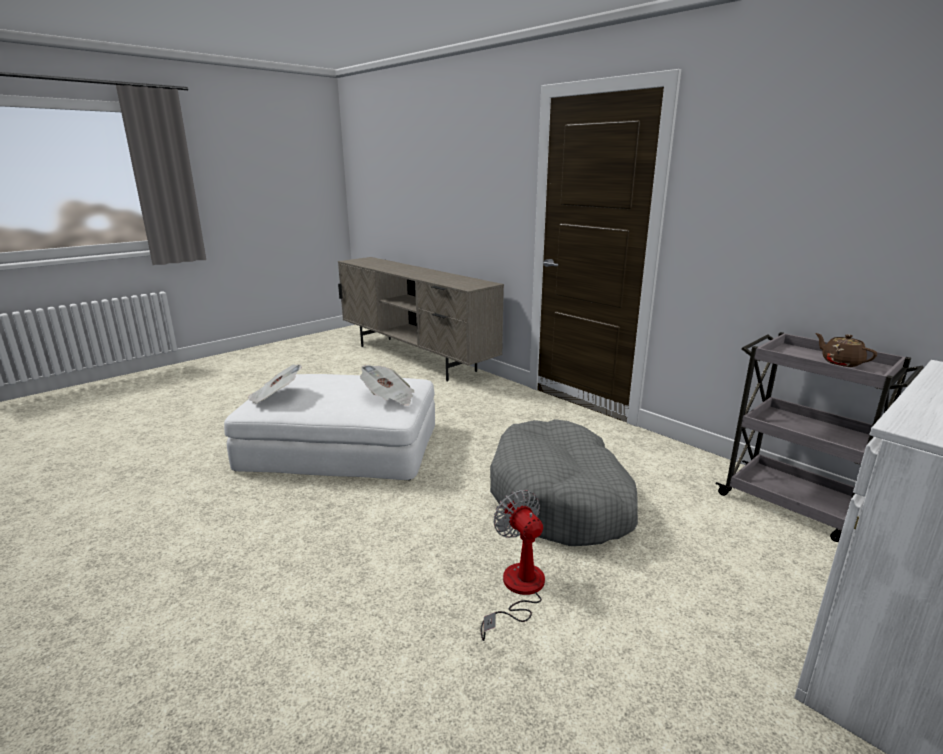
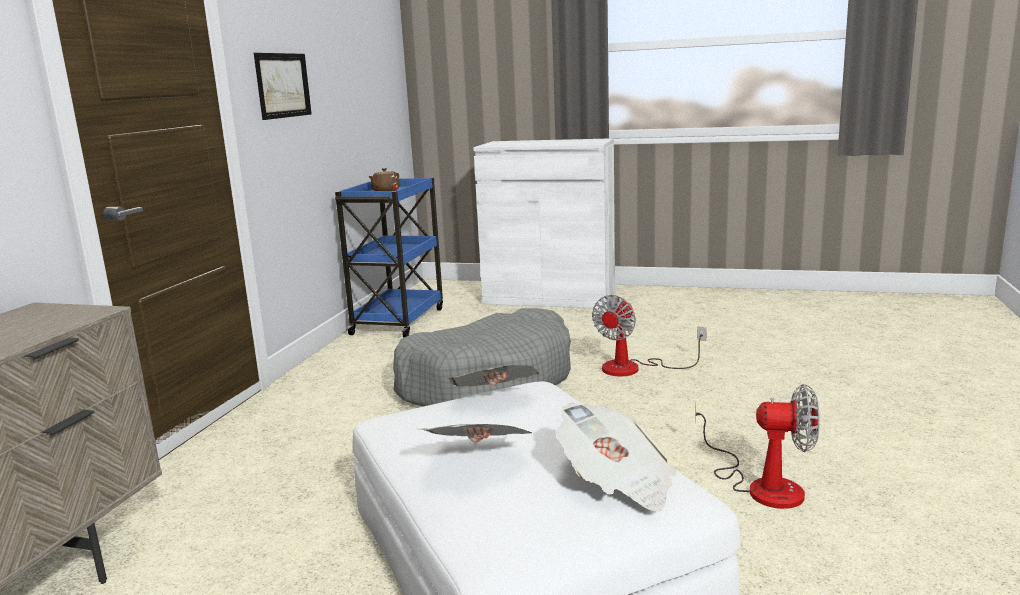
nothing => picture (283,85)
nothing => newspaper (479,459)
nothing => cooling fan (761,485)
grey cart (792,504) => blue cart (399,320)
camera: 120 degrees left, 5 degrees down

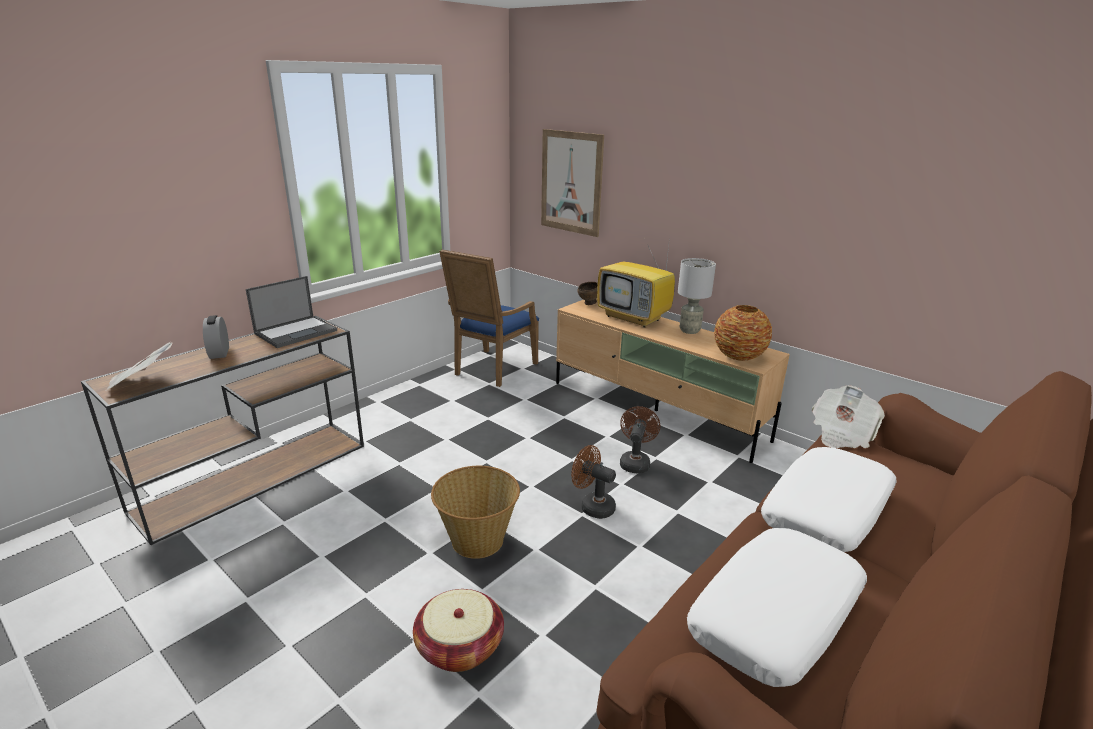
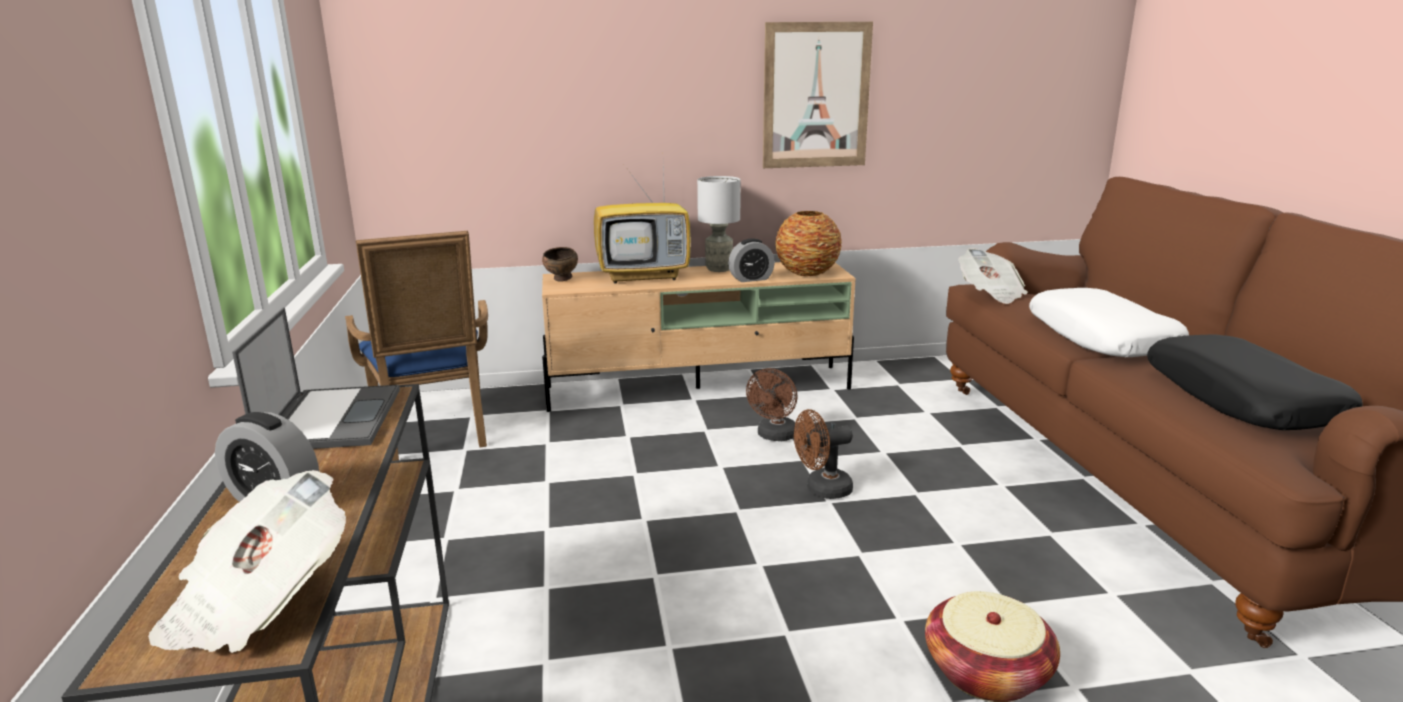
basket (477,539) => nothing
nothing => alarm clock (751,279)
picture (571,182) => picture (816,96), moved
whitish throw pillow (776,616) => black-coloured throw pillow (1242,399)
brownish cooling fan (635,462) => brownish cooling fan (775,436), 120 degrees counterclockwise
camera: 50 degrees left, 5 degrees down

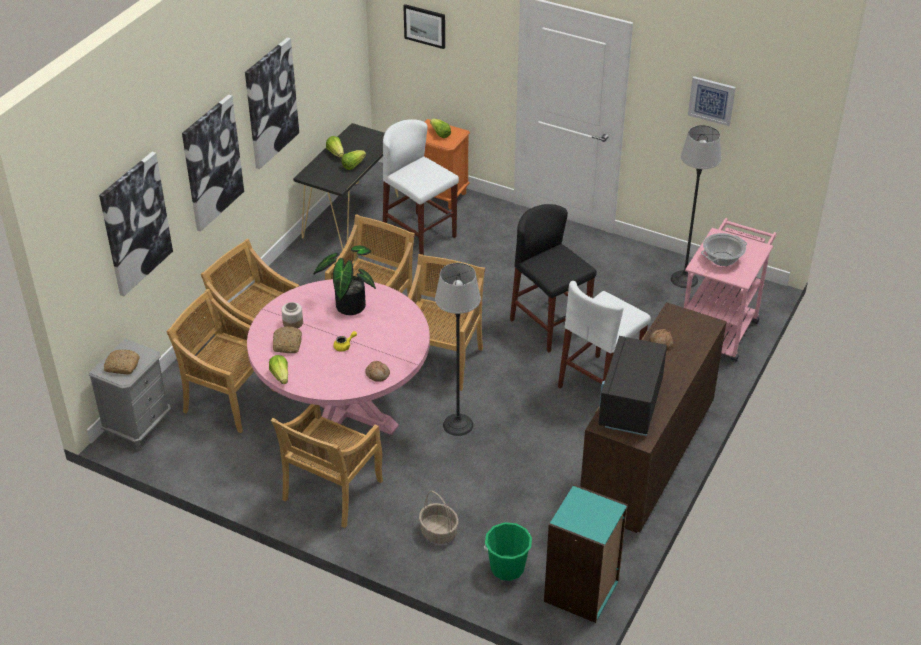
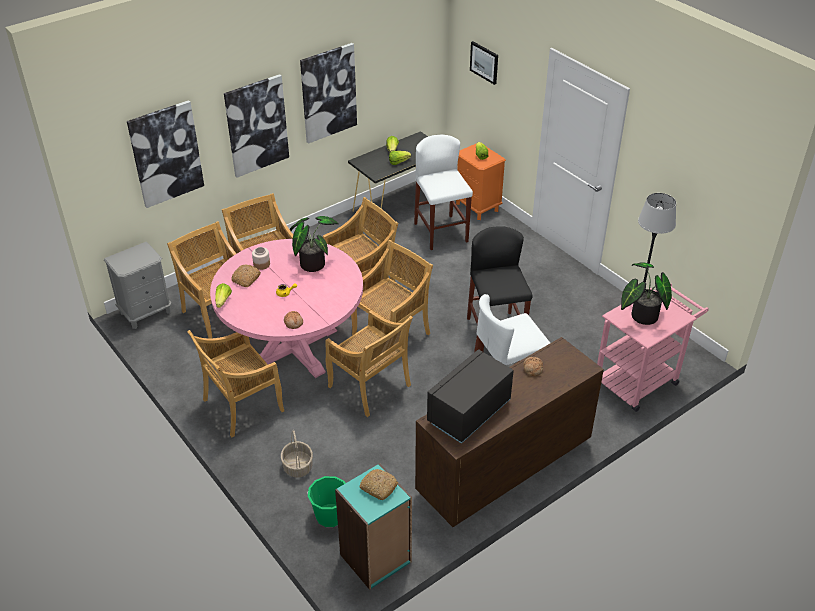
picture (711,100) => nothing
bread (122,366) => bread (378,487), moved
standard lamp (458,425) => beige-coloured chair (370,387)
saucepot (722,259) => potted plant (641,316)
camera: 25 degrees right, 0 degrees up

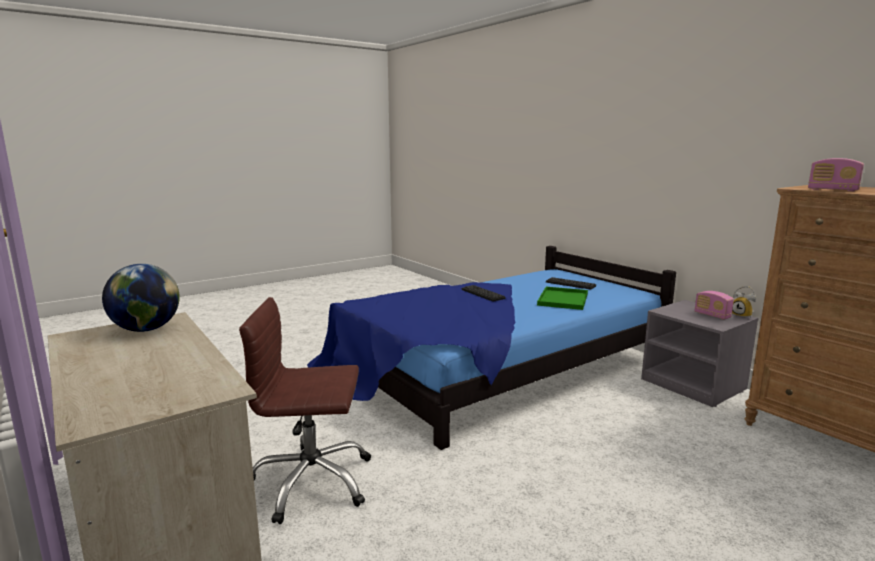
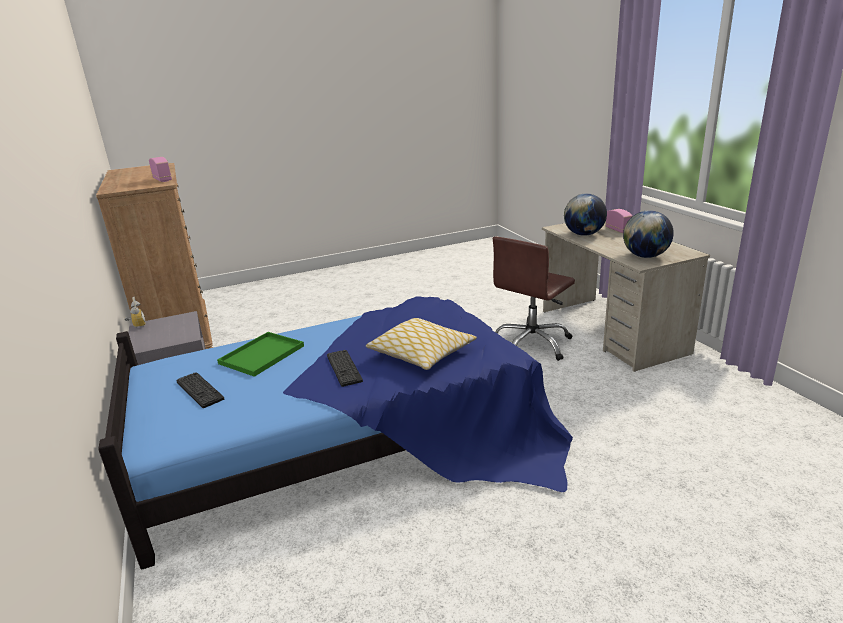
nothing => throw pillow (422,353)
nothing => desk globe (584,234)
radio receiver (712,315) => radio receiver (618,230), moved
brownish desk chair (311,482) => brownish desk chair (532,344), 120 degrees clockwise
camera: 165 degrees left, 10 degrees up

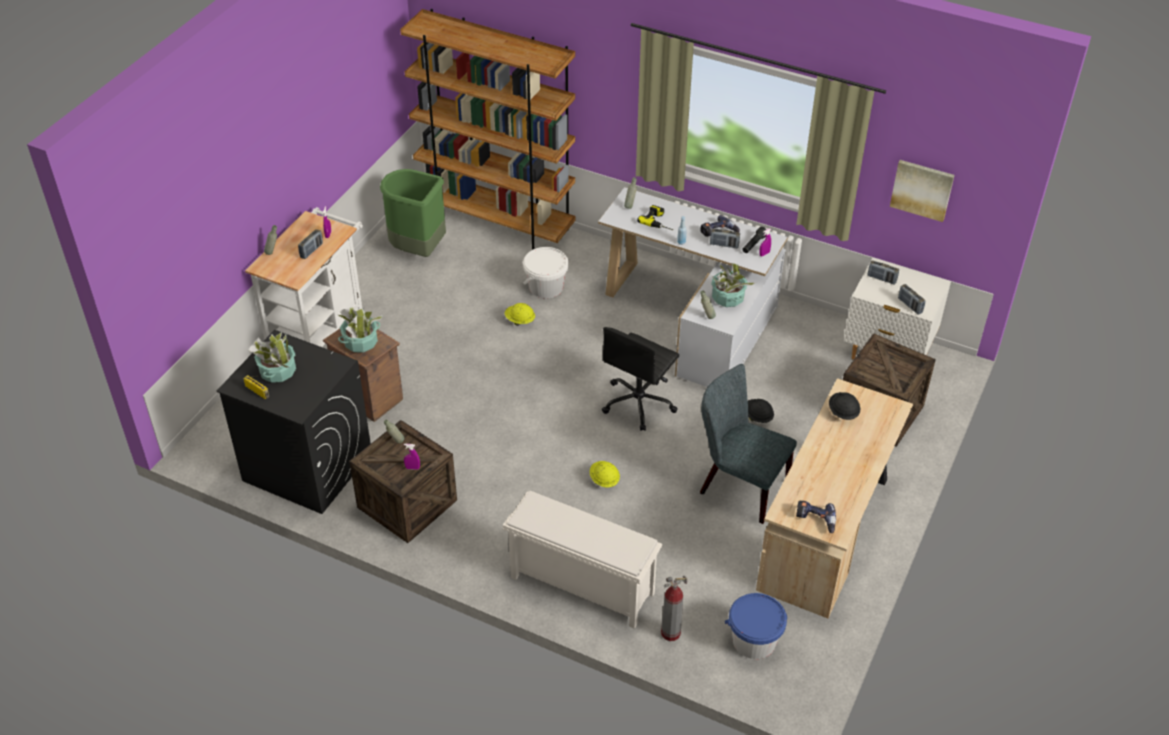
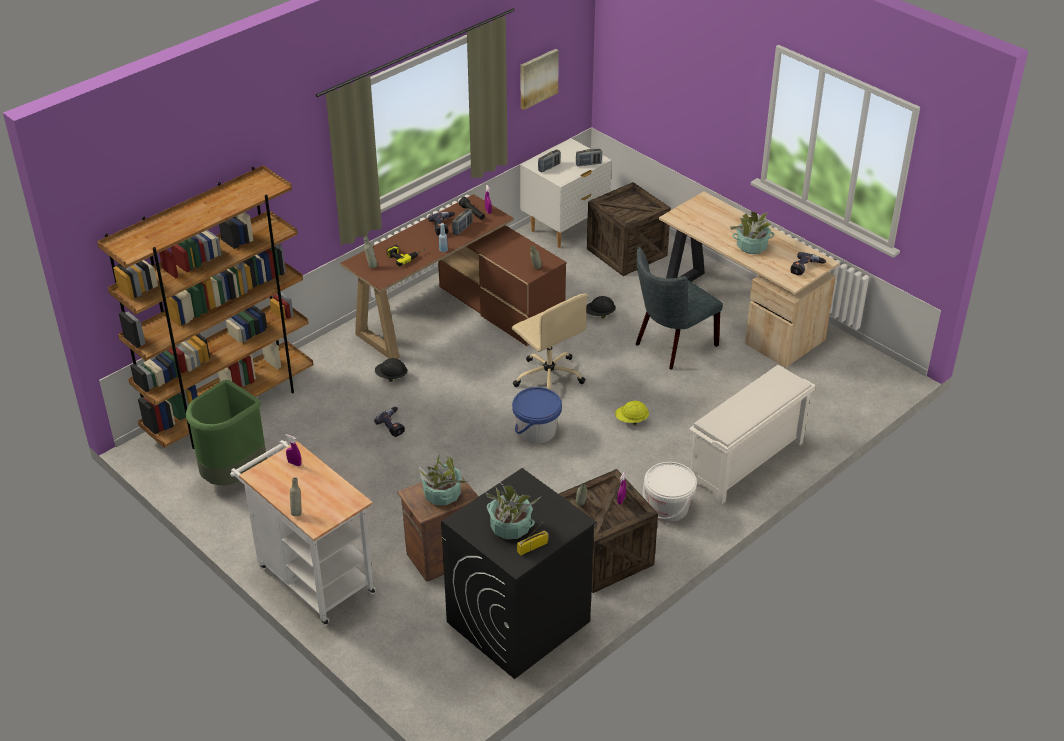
radio receiver (311,250) => nothing
fire extinguisher (670,633) => nothing
whitish bucket (546,287) => whitish bucket (668,508), moved
potted plant (727,298) => potted plant (752,246), moved
blue bucket (754,641) => blue bucket (536,431), moved
black-coloured safety helmet (843,412) => black-coloured safety helmet (391,377), moved
yellowish safety helmet (520,321) => power drill (394,425)
whitish desk table (695,317) => brownish desk table (458,316)
black-coloured desk chair (639,403) => beige-coloured desk chair (548,376)
camera: 70 degrees left, 5 degrees down

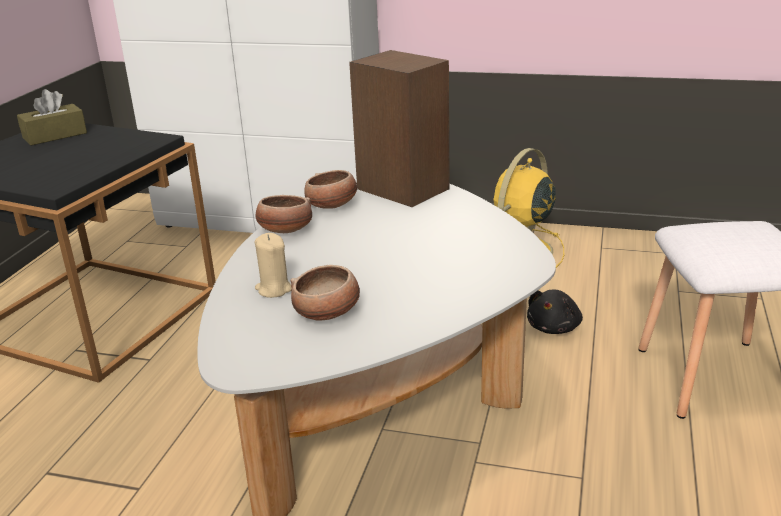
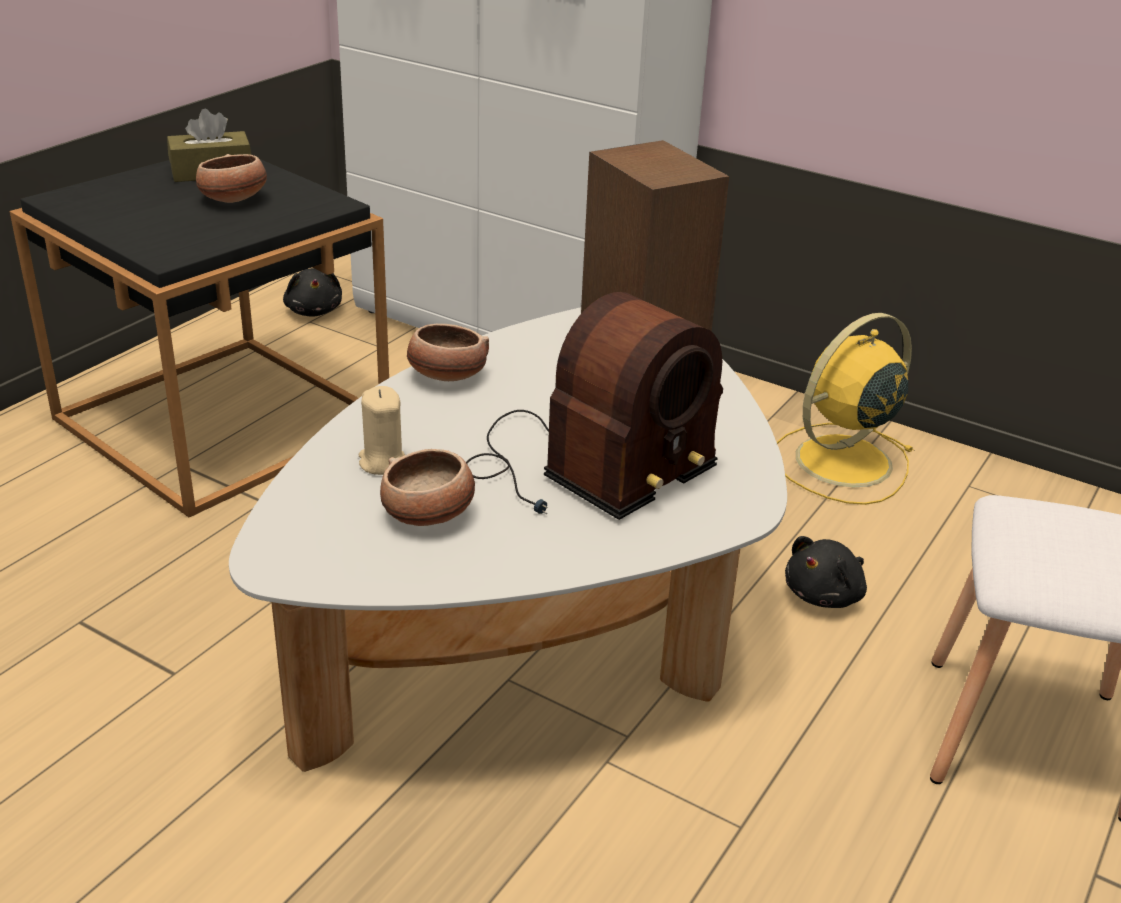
nothing => black-coloured soft toy (314,311)
nothing => radio receiver (585,468)
deep dish (332,206) => deep dish (233,200), moved
camera: 15 degrees right, 5 degrees up

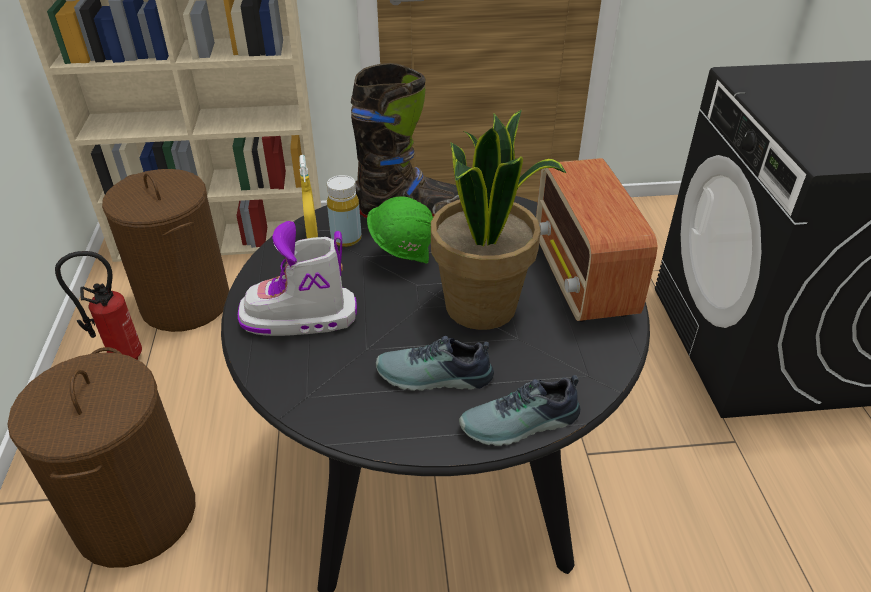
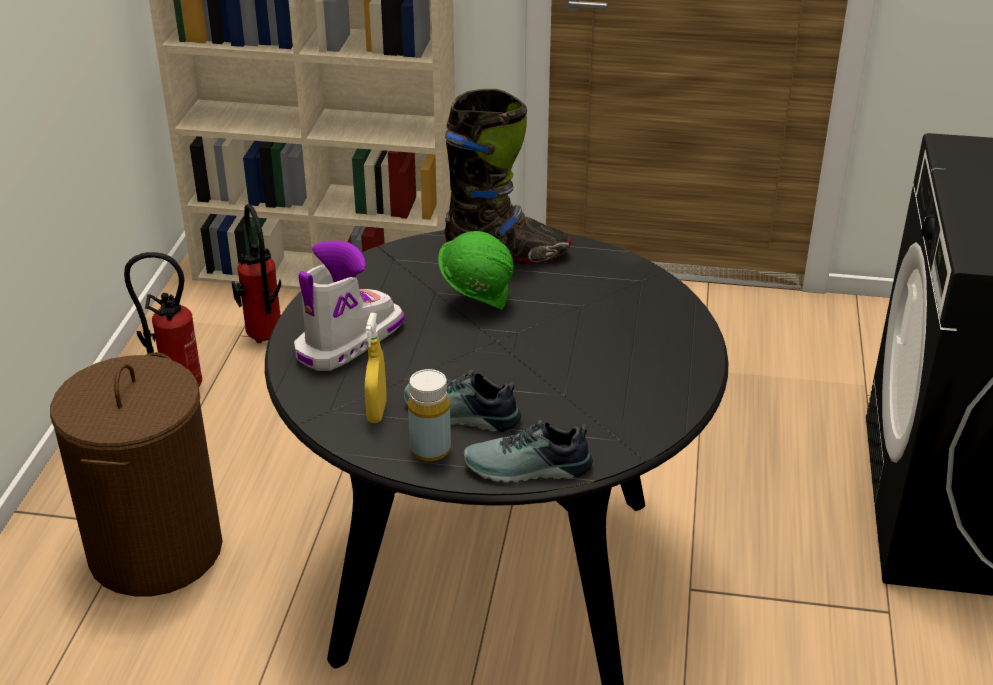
potted plant (482,307) => nothing
radio receiver (583,279) => nothing
yellowish spray bottle (312,236) => yellowish spray bottle (377,412), moved
yellowish drink bottle (346,238) => yellowish drink bottle (430,450), moved
brownish washing basket (185,302) => fire extinguisher (264,339)
high-top boot (299,318) => high-top boot (348,341), 120 degrees clockwise
camera: 15 degrees right, 5 degrees down

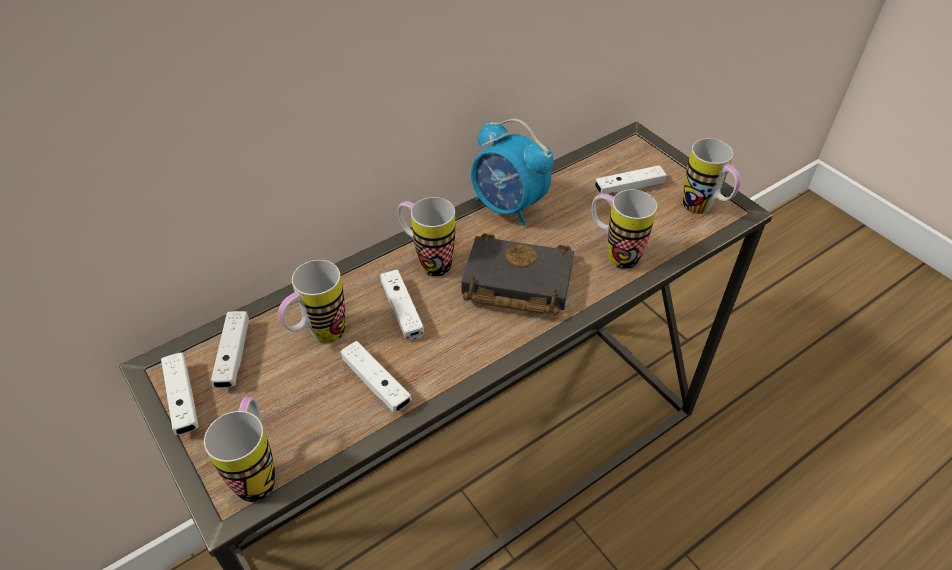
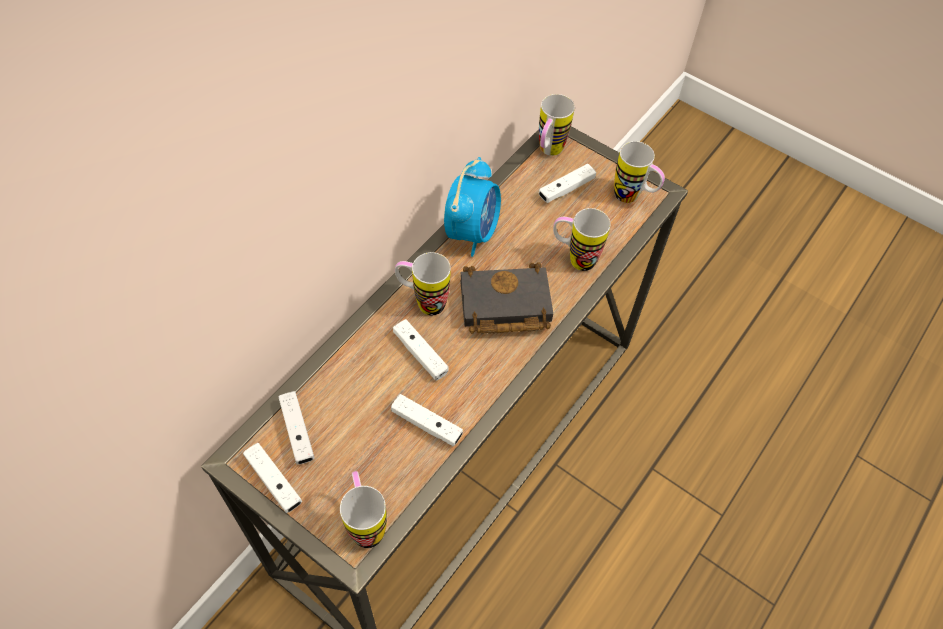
coffee mug (319,337) => coffee mug (548,152), moved
alarm clock (508,207) => alarm clock (472,232), 90 degrees counterclockwise
camera: 20 degrees left, 10 degrees up

